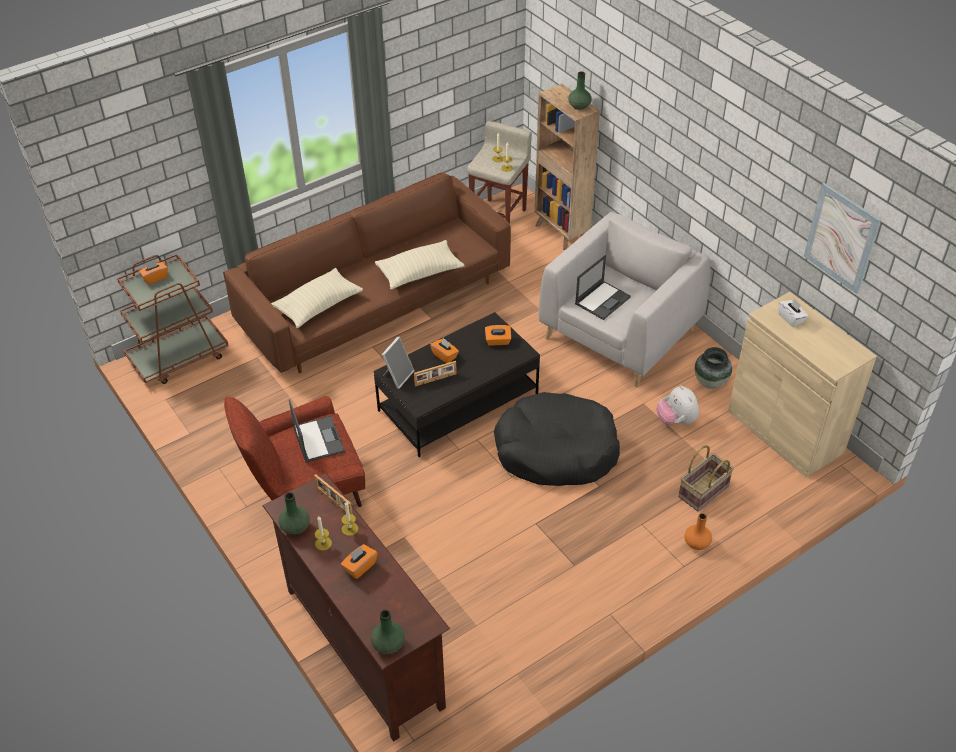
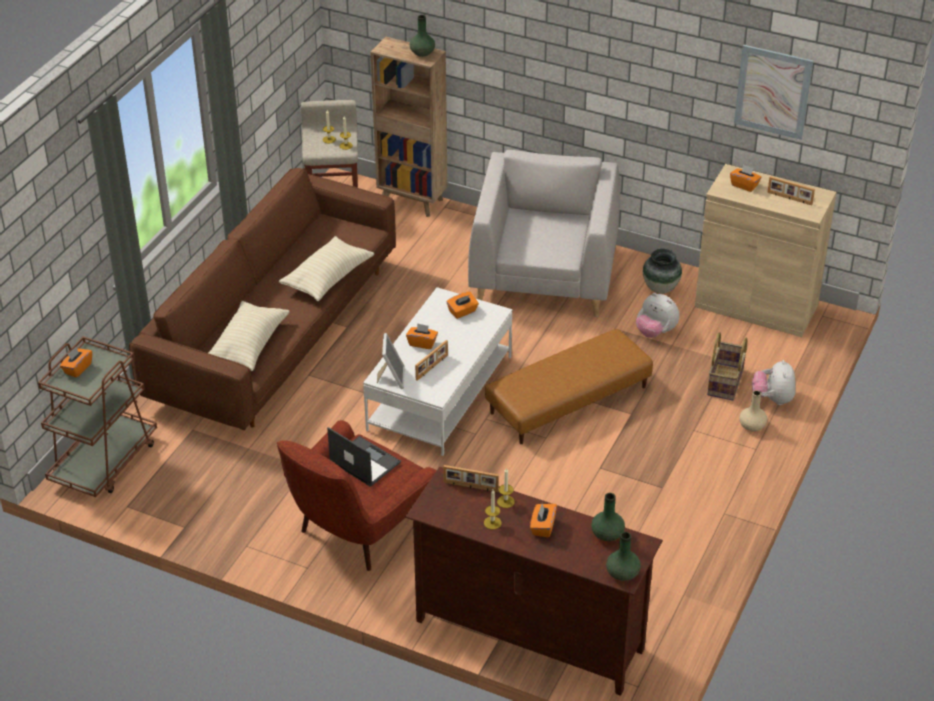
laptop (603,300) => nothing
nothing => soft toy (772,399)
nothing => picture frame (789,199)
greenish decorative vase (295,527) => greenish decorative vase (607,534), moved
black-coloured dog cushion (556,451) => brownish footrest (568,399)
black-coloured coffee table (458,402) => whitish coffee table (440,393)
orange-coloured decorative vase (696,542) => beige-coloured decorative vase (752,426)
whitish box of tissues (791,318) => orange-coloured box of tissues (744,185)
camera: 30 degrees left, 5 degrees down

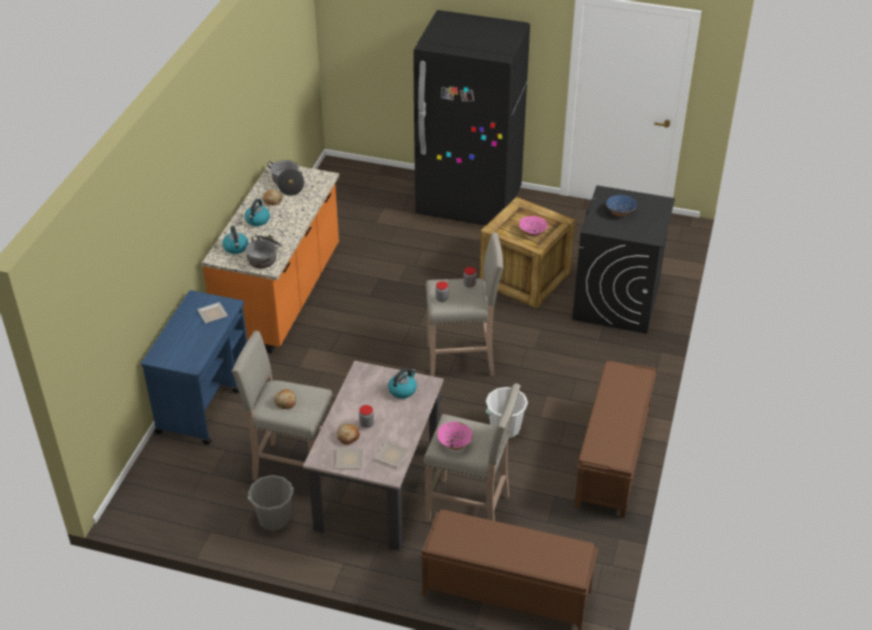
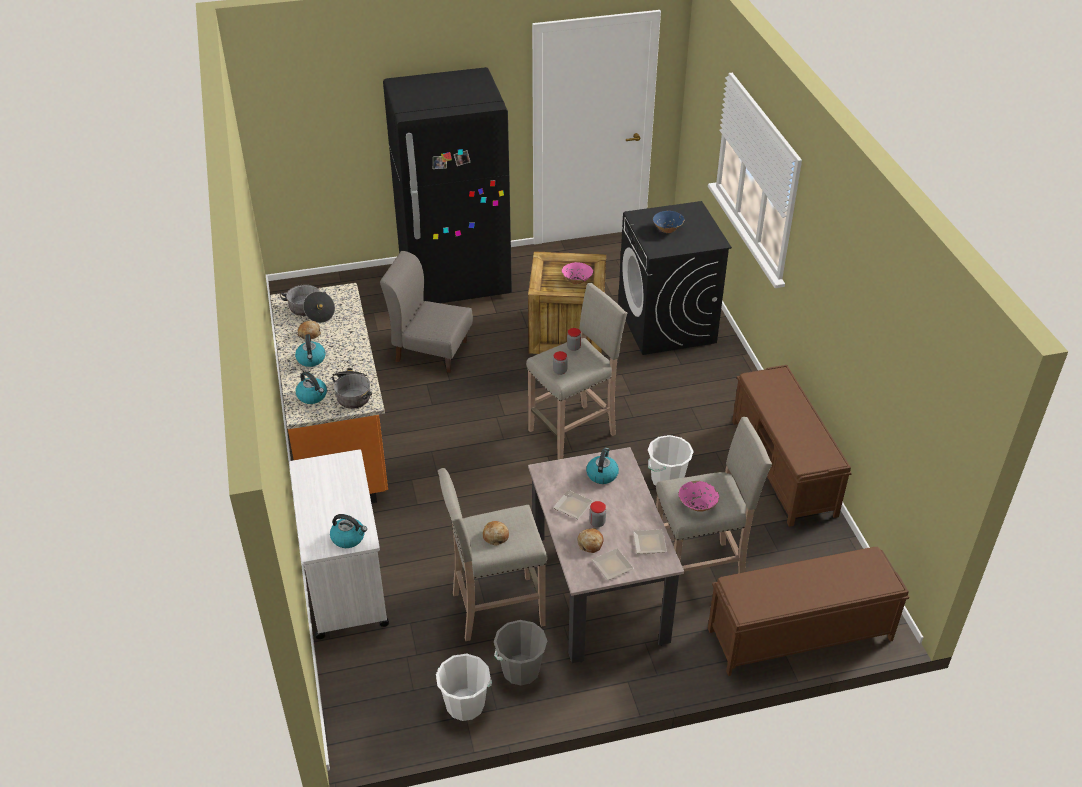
nothing => kettle (349,538)
nothing => grey chair (431,350)
nothing => whitish bucket (465,704)
flat dish (213,313) => flat dish (572,505), moved
blue cart (205,400) => whitish cart (345,580)
camera: 30 degrees left, 0 degrees up

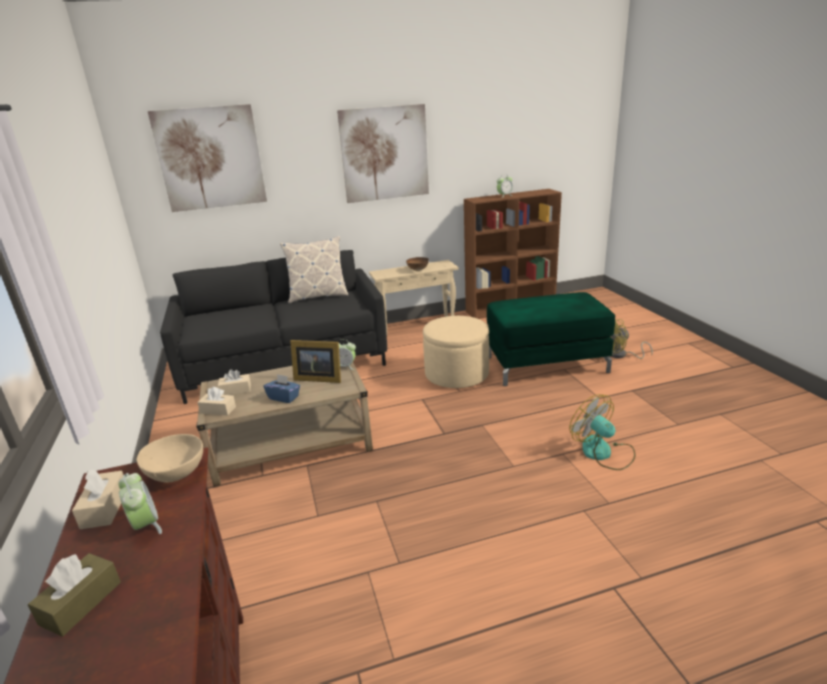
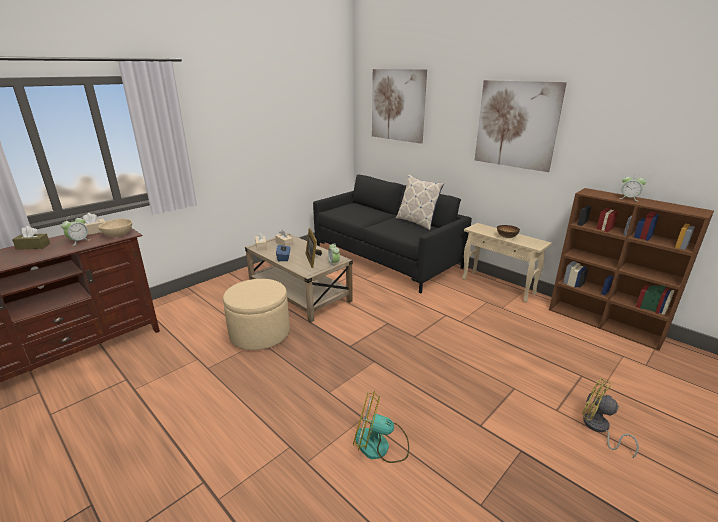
greenish footrest (546,364) => nothing
beige-coloured footrest (456,374) => beige-coloured footrest (260,333), moved
cooling fan (603,453) => cooling fan (380,445), 105 degrees counterclockwise
camera: 60 degrees right, 0 degrees up

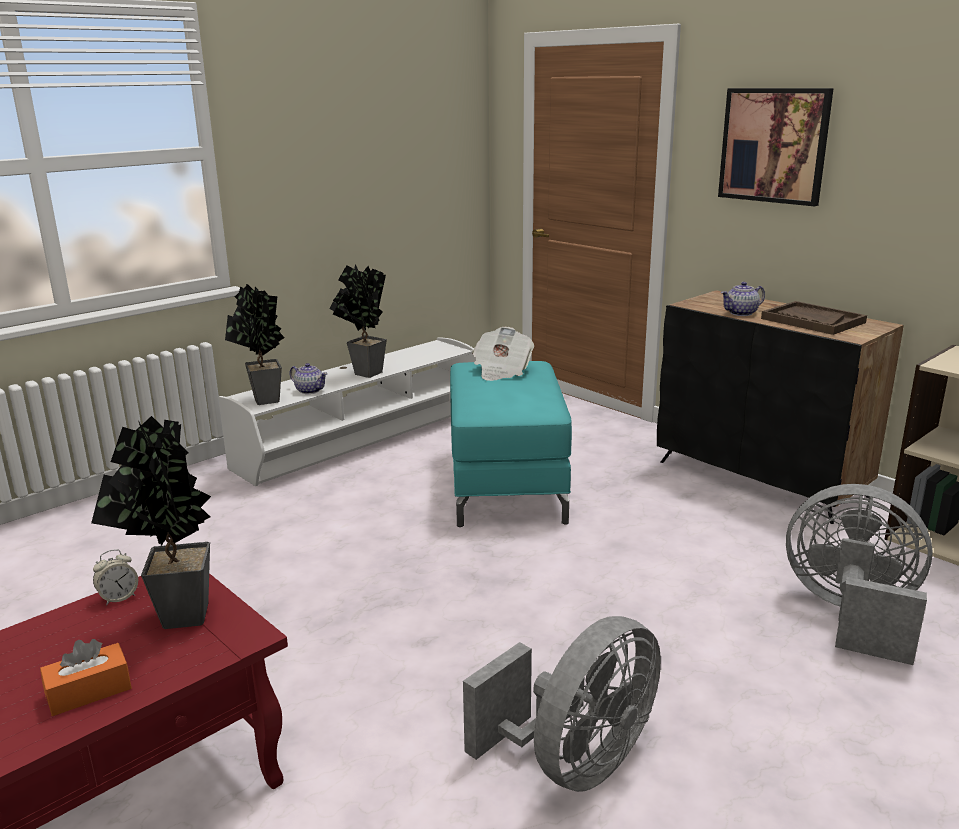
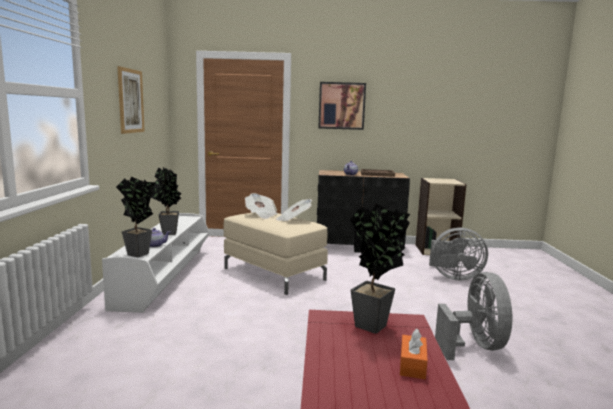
alarm clock (118,597) => nothing
nothing => picture (130,101)
nothing => newspaper (293,219)
blue-green footrest (505,483) => beige-coloured footrest (273,274)
grey cooling fan (851,615) => grey cooling fan (453,276), 150 degrees counterclockwise
camera: 45 degrees left, 10 degrees down

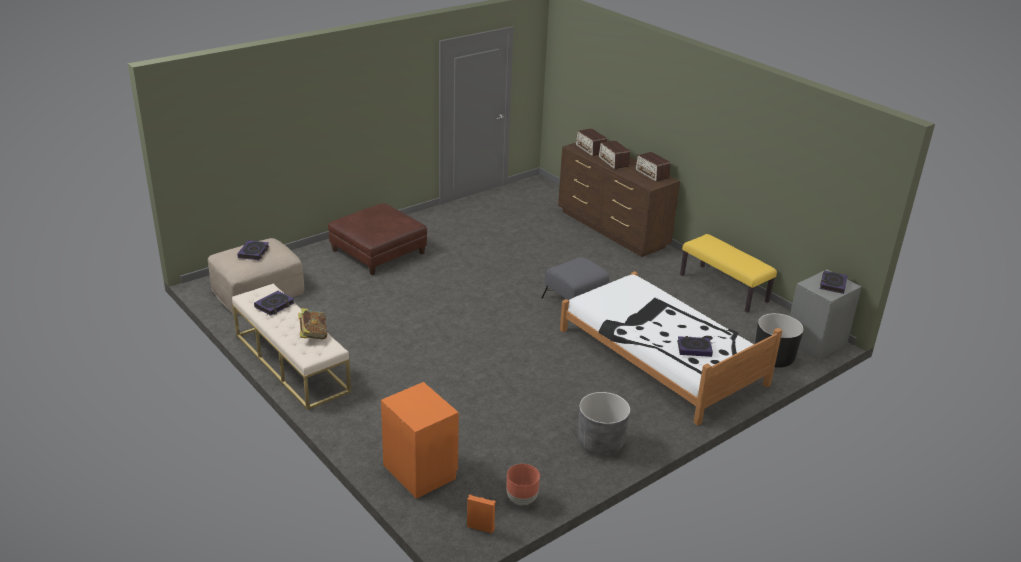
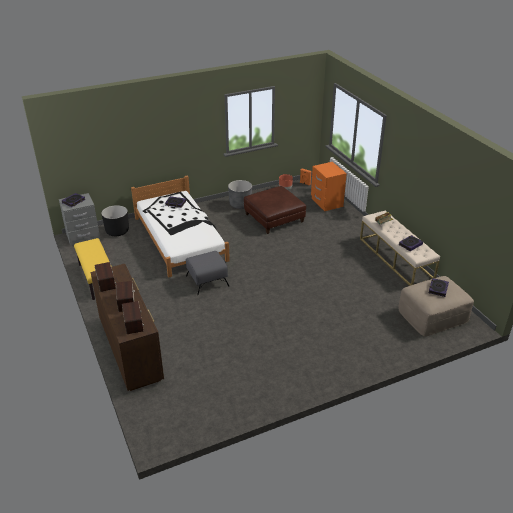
brownish footrest (379,252) => brownish footrest (274,218), moved
camera: 165 degrees left, 5 degrees up

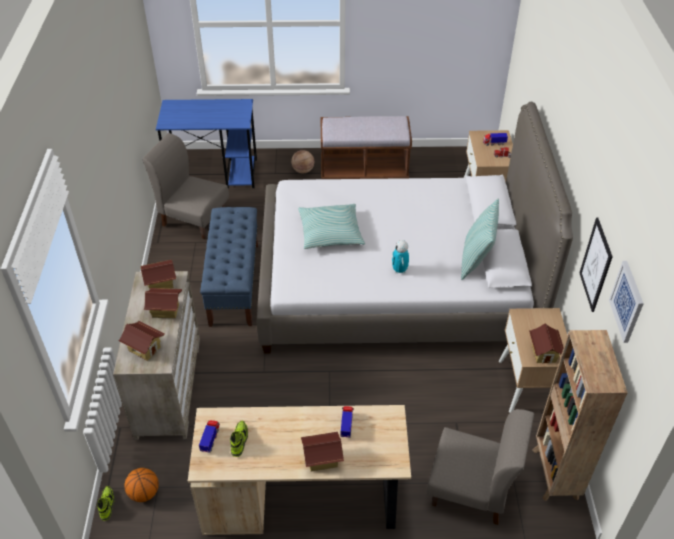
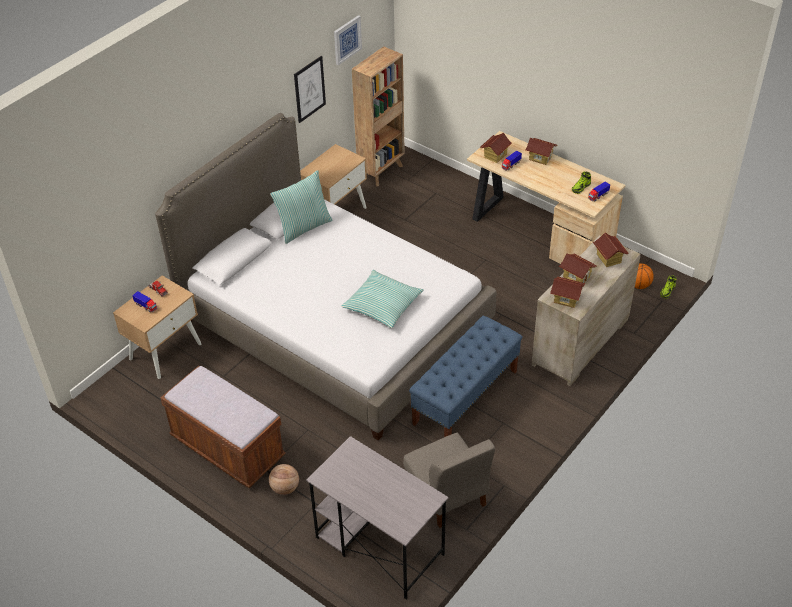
model robot (399,270) => nothing
grey chair (470,490) => nothing
model house (544,353) => model house (495,155), moved
blue desk table (214,174) => grey desk table (378,545)
camera: 140 degrees left, 0 degrees up

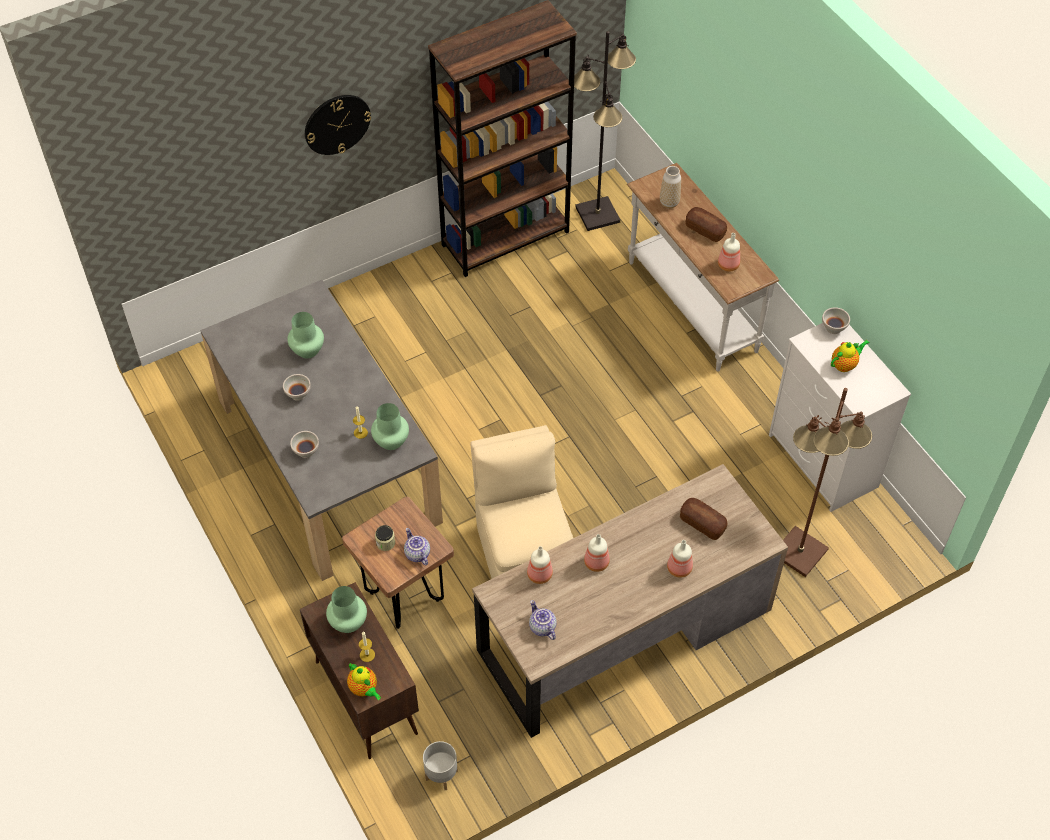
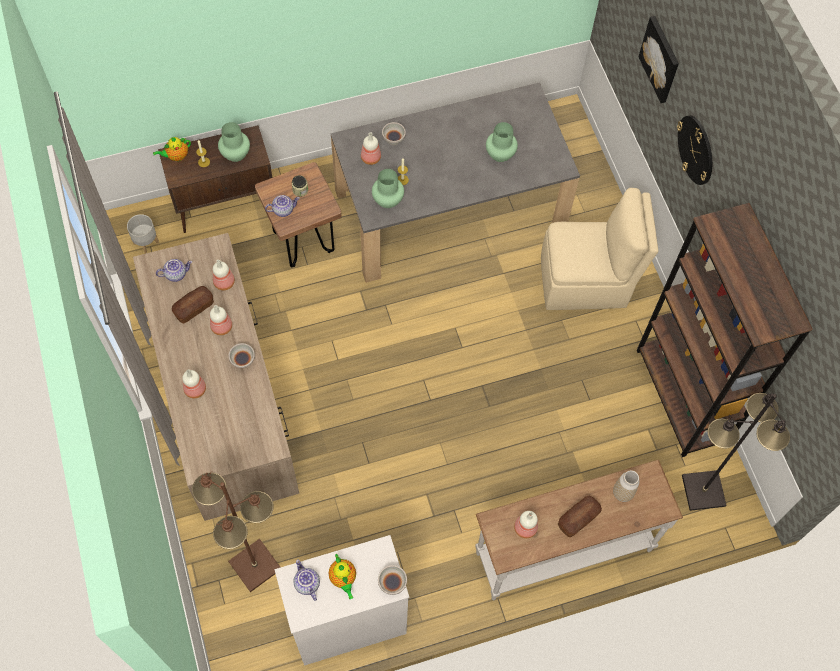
nothing => teapot (306,583)
nothing => drink bottle (370,158)
nothing => picture (661,59)
whitish deep dish (298,394) => whitish deep dish (243,361), moved
beige-coloured chair (524,554) => beige-coloured chair (586,282), moved
bread (702,523) => bread (194,308), moved
camera: 100 degrees right, 10 degrees up

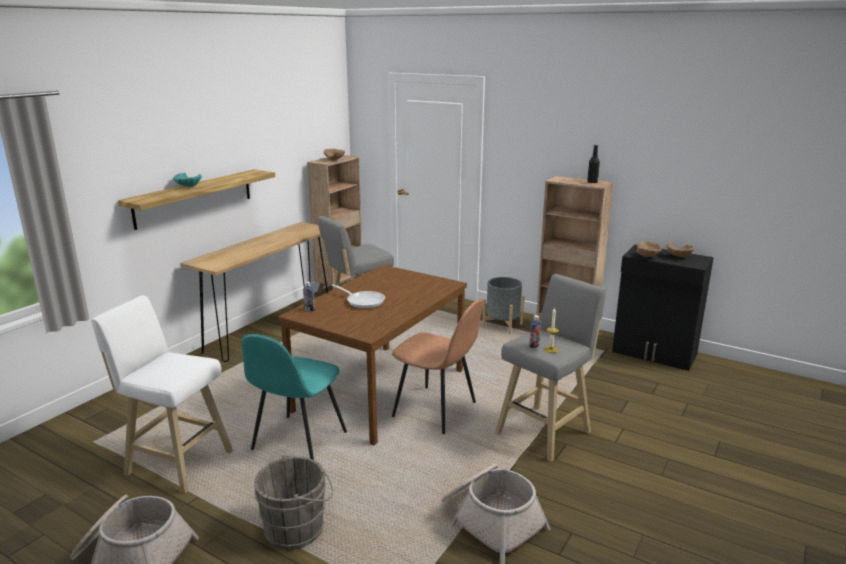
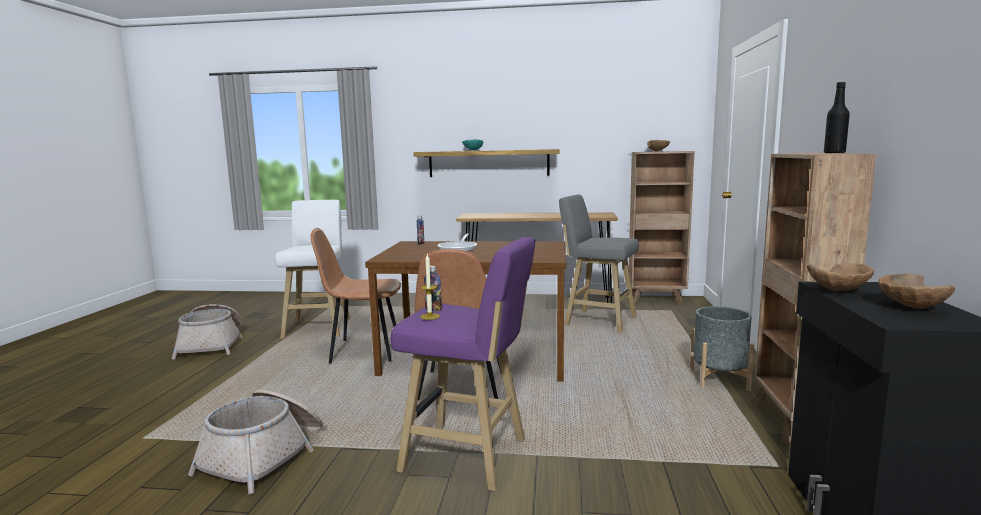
grey bucket (298,528) => nothing
blue-green chair (298,442) => brownish chair (363,351)
grey stool seat (546,431) => purple-coloured stool seat (470,457)
camera: 65 degrees right, 10 degrees down

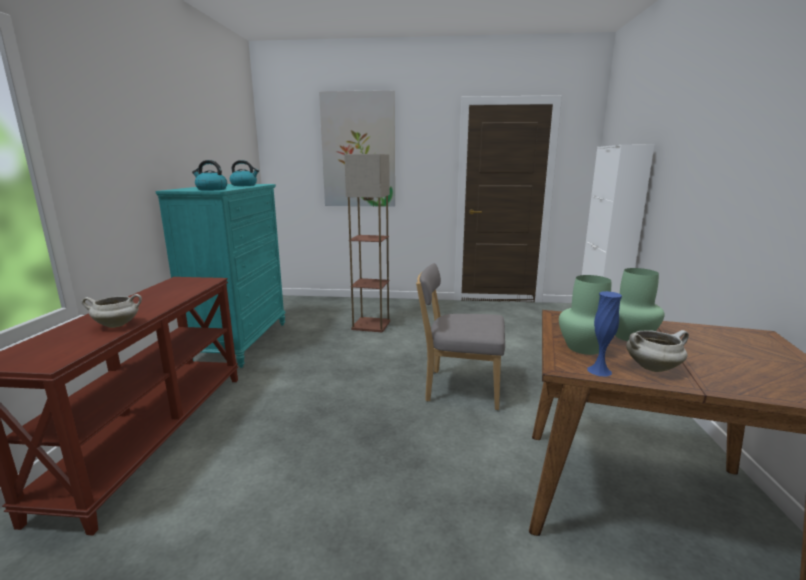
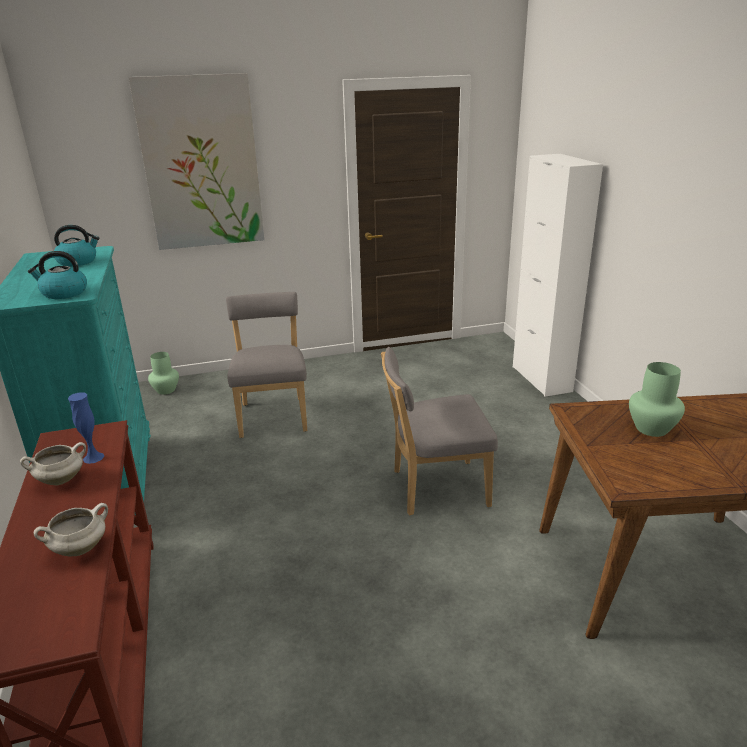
greenish decorative vase (585,348) => greenish decorative vase (166,390), moved
blue decorative vase (599,371) => blue decorative vase (93,457), moved
whitish saucepot (652,367) => whitish saucepot (61,479), moved
standard lamp (371,325) => grey chair (273,415)
camera: 20 degrees left, 10 degrees up

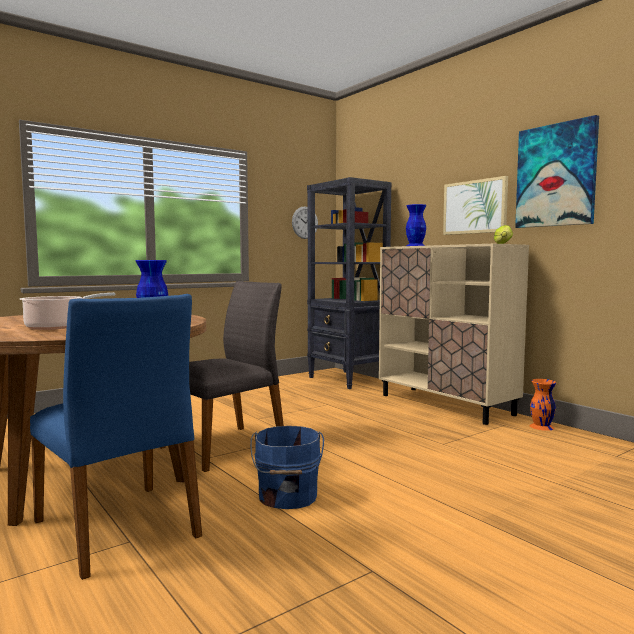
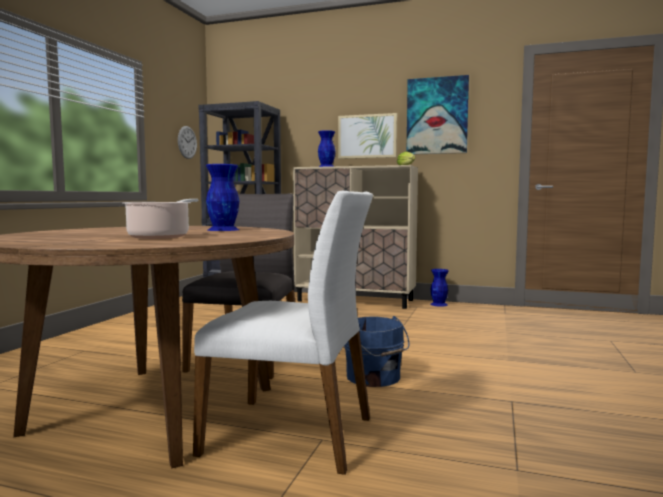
blue chair (119,528) => whitish chair (292,434)
orange-coloured decorative vase (541,427) => blue decorative vase (439,304)
camera: 35 degrees left, 0 degrees up

